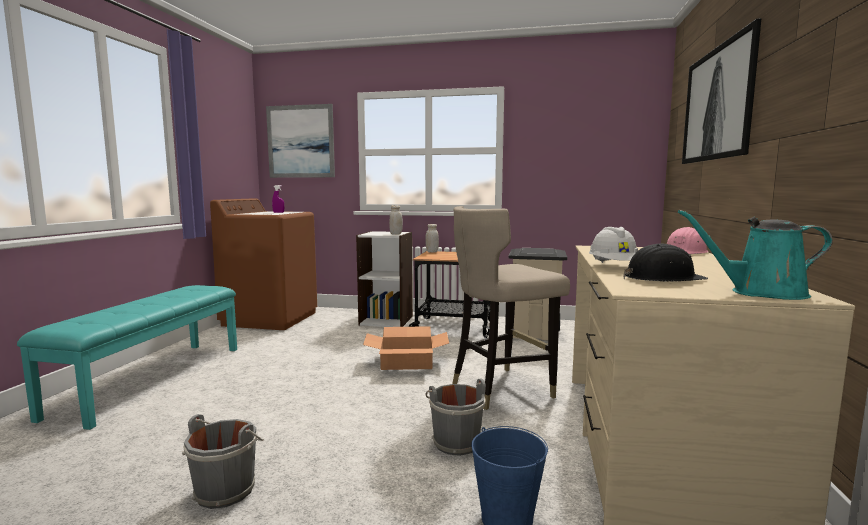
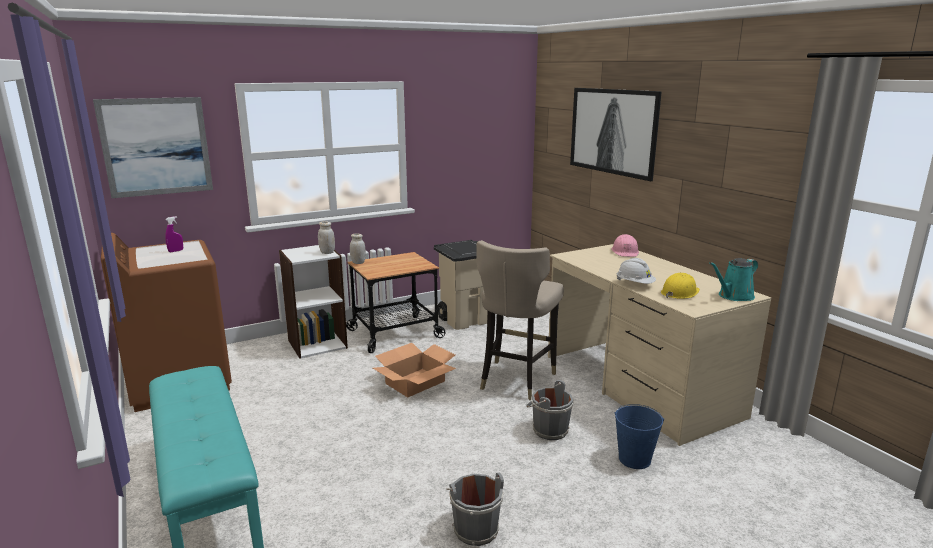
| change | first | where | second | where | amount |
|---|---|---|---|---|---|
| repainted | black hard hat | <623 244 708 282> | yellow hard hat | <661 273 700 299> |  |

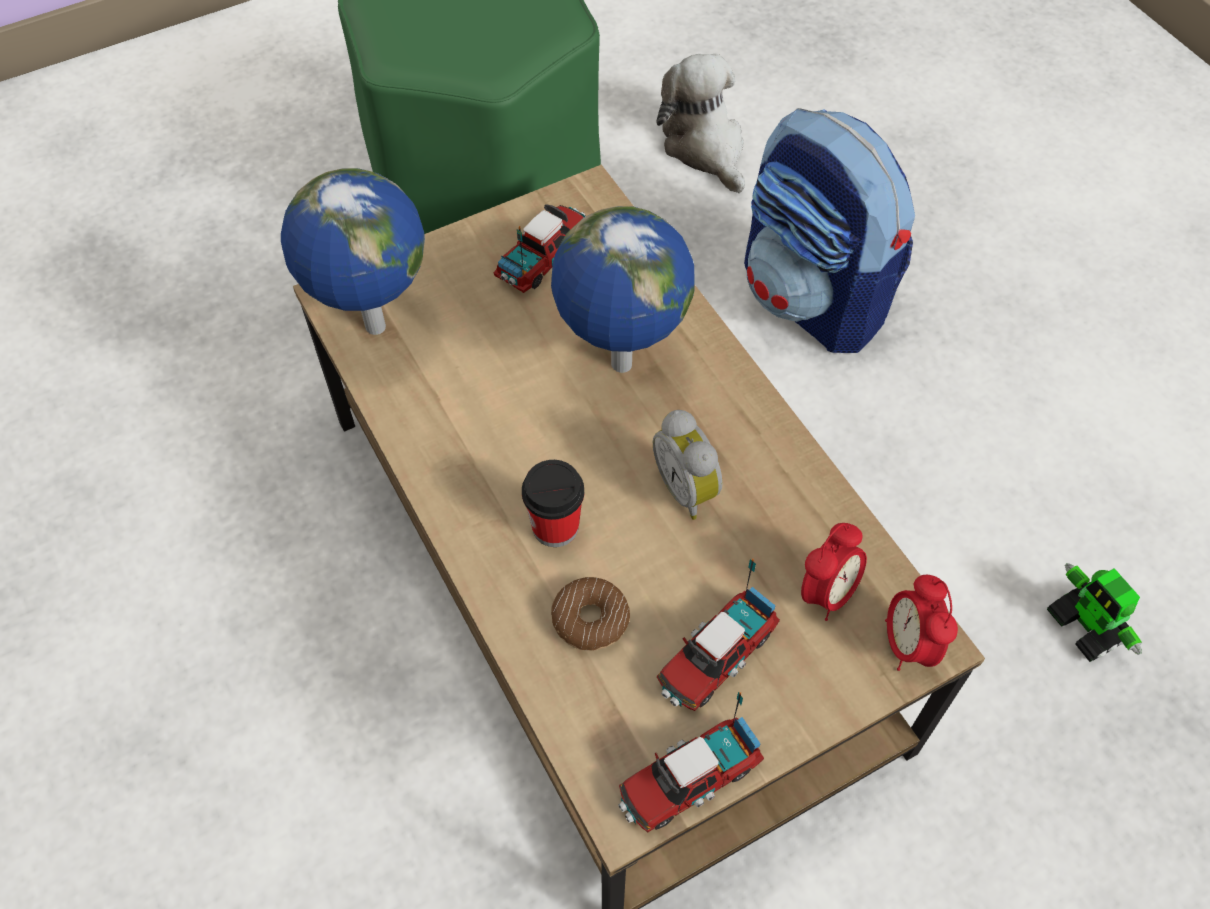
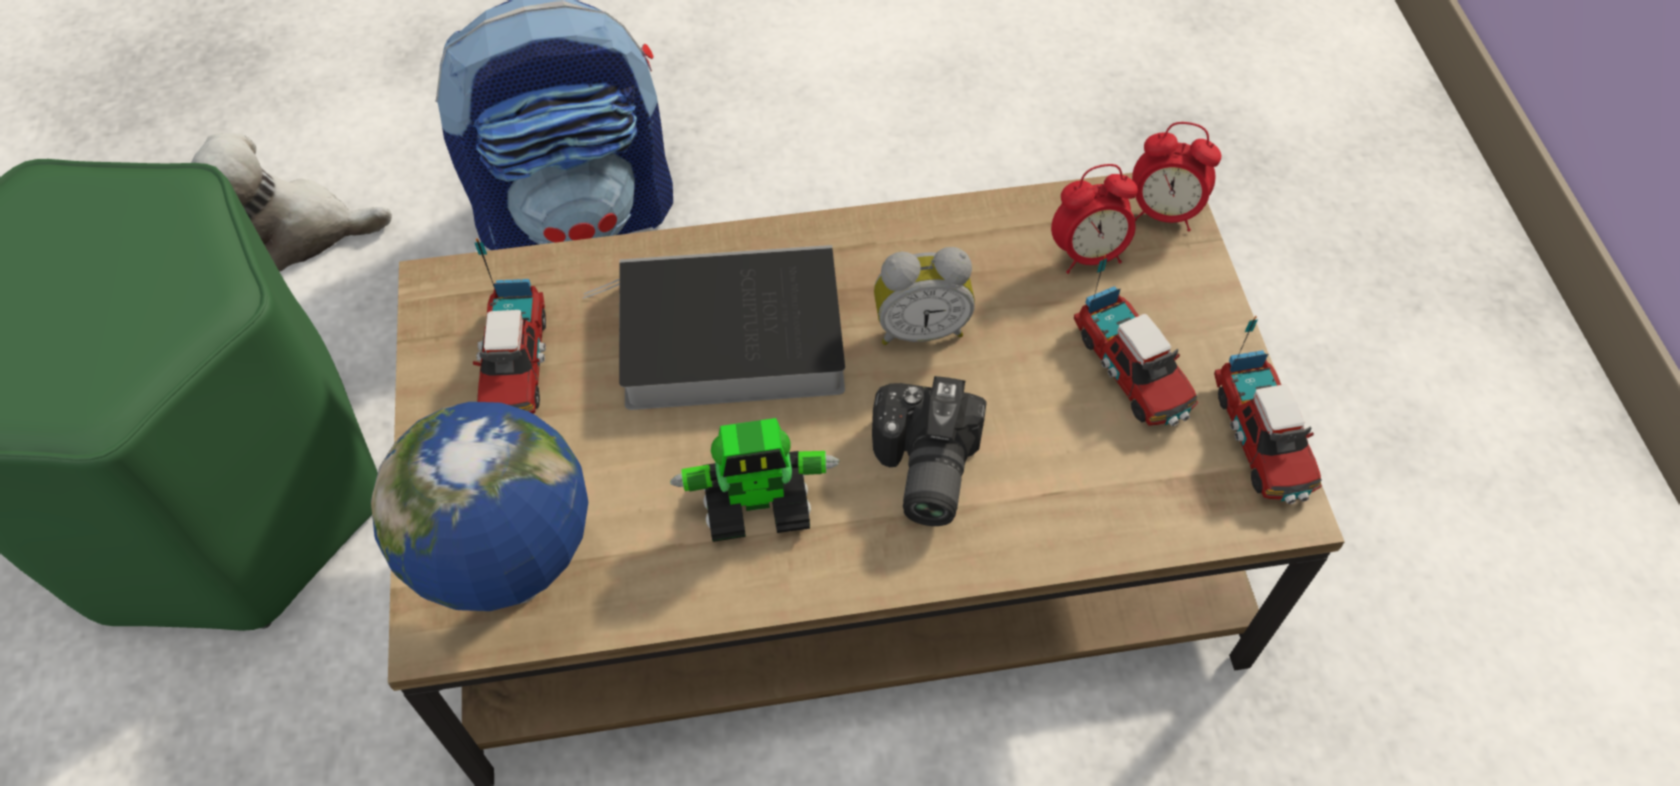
| change | first | where | second | where | amount |
|---|---|---|---|---|---|
| rotated | toy truck | <493 204 586 293> |  | <473 238 546 414> | 150 degrees counterclockwise |
| swapped | globe | <551 206 694 373> | book | <582 245 845 410> |  |
| swapped | cup | <522 460 585 547> | photo camera | <872 376 987 526> |  |
| rotated | alarm clock | <801 523 867 621> |  | <1051 164 1138 274> | 105 degrees clockwise |
| shifted | toy robot | <1047 563 1142 662> |  | <670 418 840 542> |  |
| gone | donut | <551 577 630 651> |  |  |  |

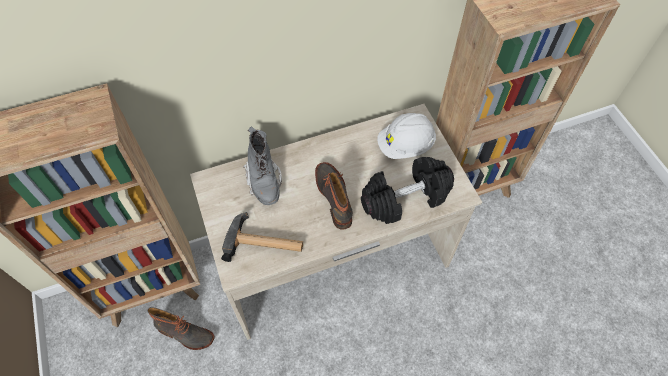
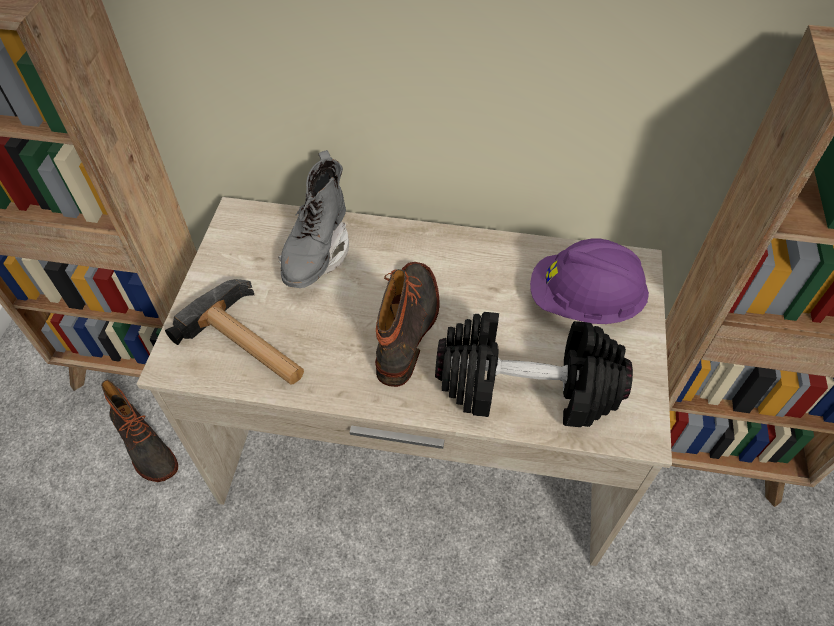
| change | first | where | second | where | amount |
|---|---|---|---|---|---|
| repainted | white hard hat | <377 113 436 159> | purple hard hat | <530 238 649 324> |  |

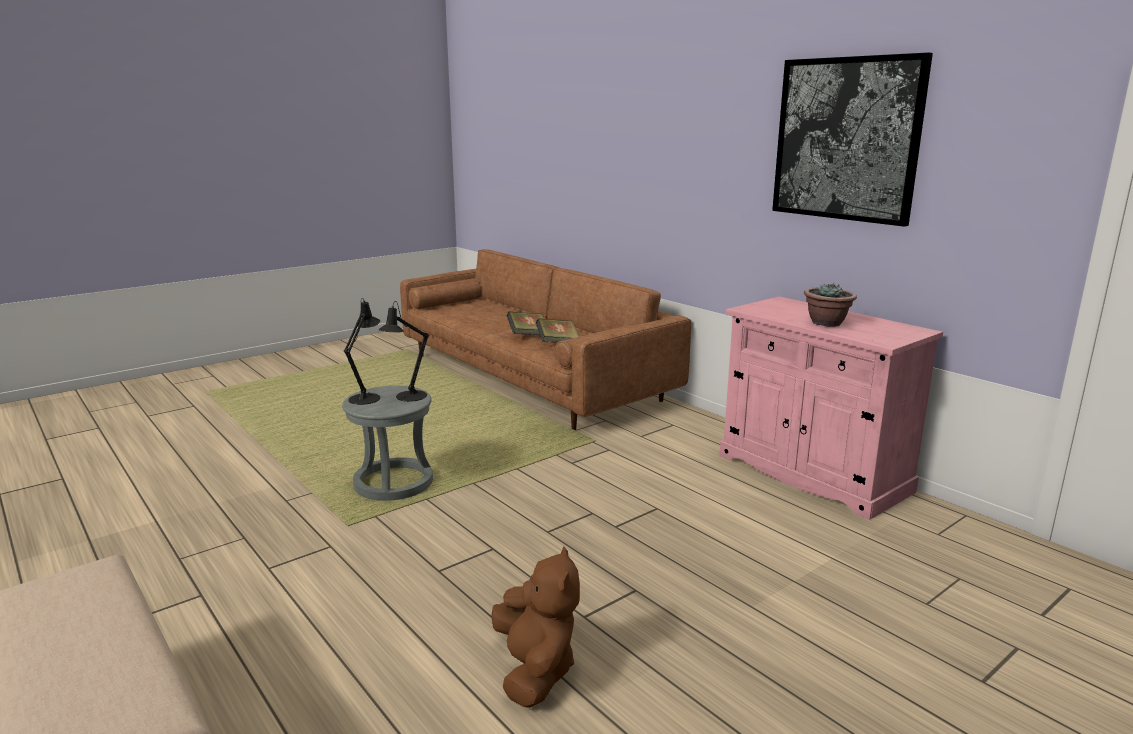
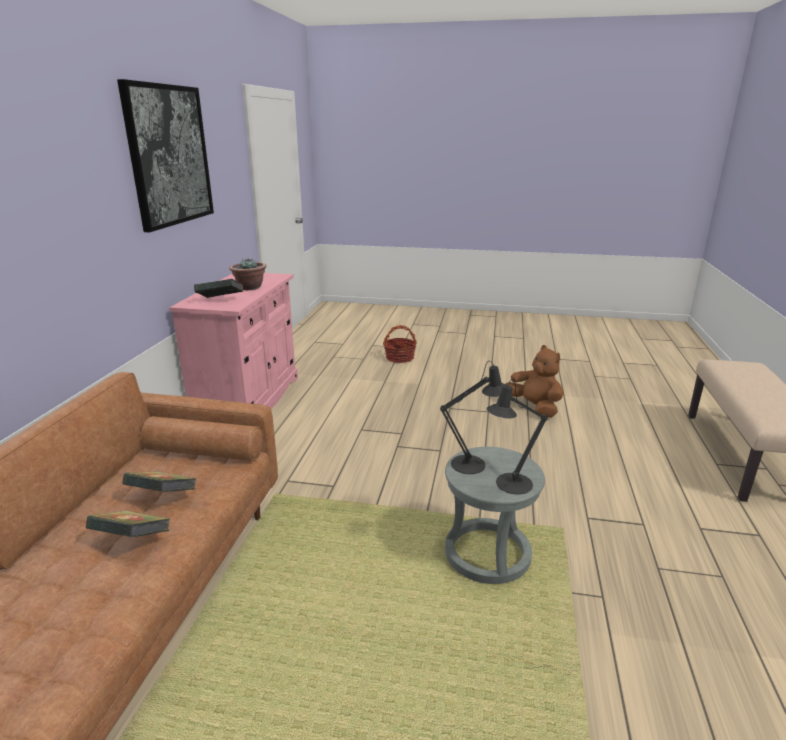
| change | first | where | second | where | amount |
|---|---|---|---|---|---|
| rotated | brown plush toy | <491 546 580 708> |  | <505 345 564 418> | 105 degrees clockwise |
| new |  |  | book | <194 279 243 298> |  |
| new |  |  | basket | <383 325 417 363> |  |

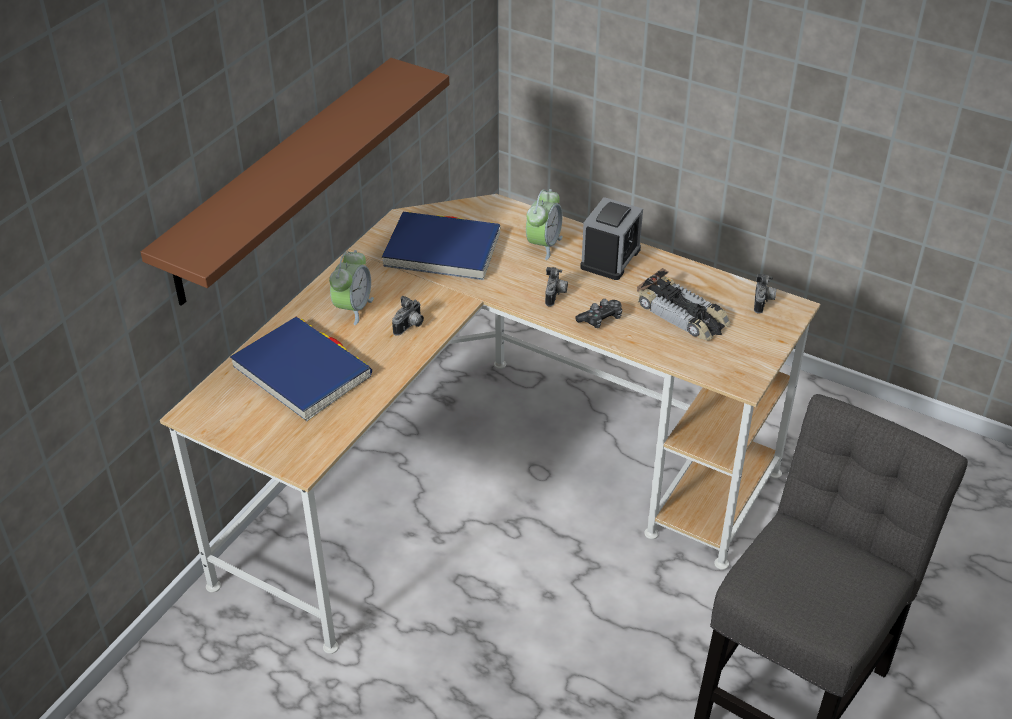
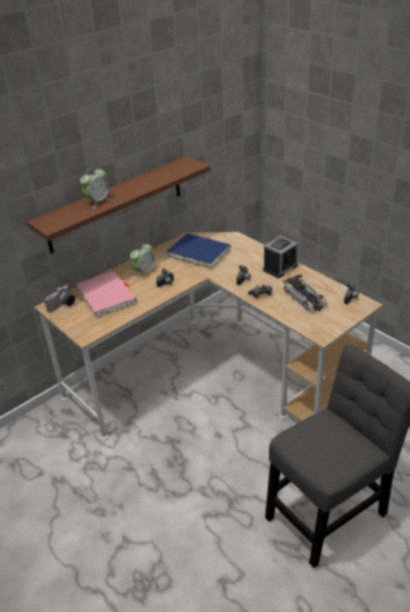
| change | first | where | second | where | amount |
|---|---|---|---|---|---|
| shifted | alarm clock | <526 189 563 260> |  | <80 167 111 209> |  |
| repainted | blue book | <230 317 372 421> | pink book | <76 272 137 318> |  |
| new |  |  | photo camera | <45 285 75 313> |  |

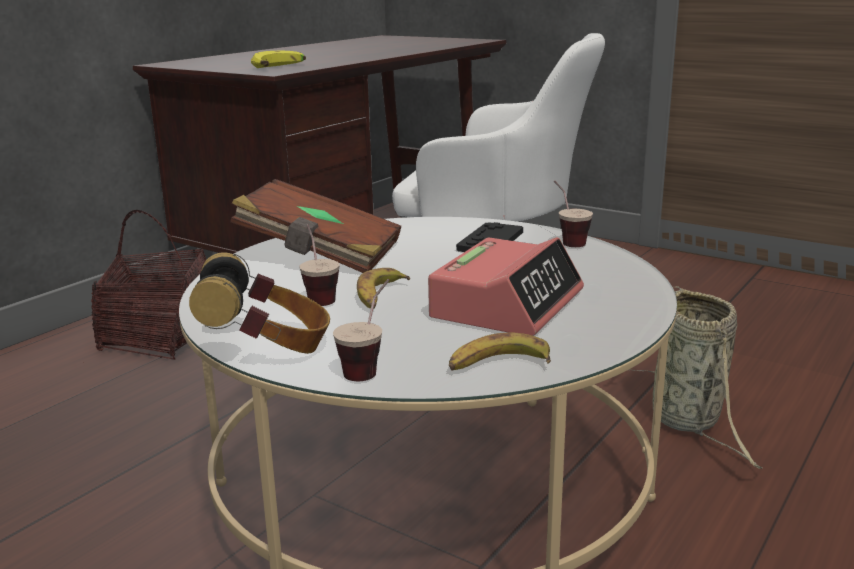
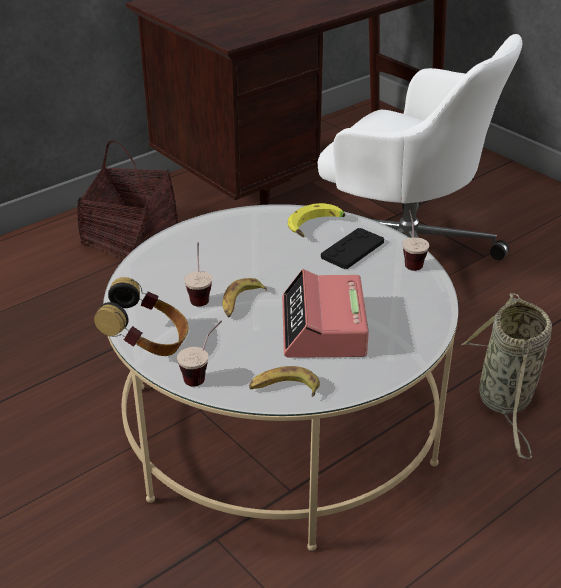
| change | first | where | second | where | amount |
|---|---|---|---|---|---|
| shifted | banana | <251 51 306 68> |  | <288 203 345 237> |  |
| gone | brown book | <230 179 401 273> |  |  |  |
| rotated | alarm clock | <428 237 584 336> |  | <282 269 369 358> | 135 degrees clockwise |

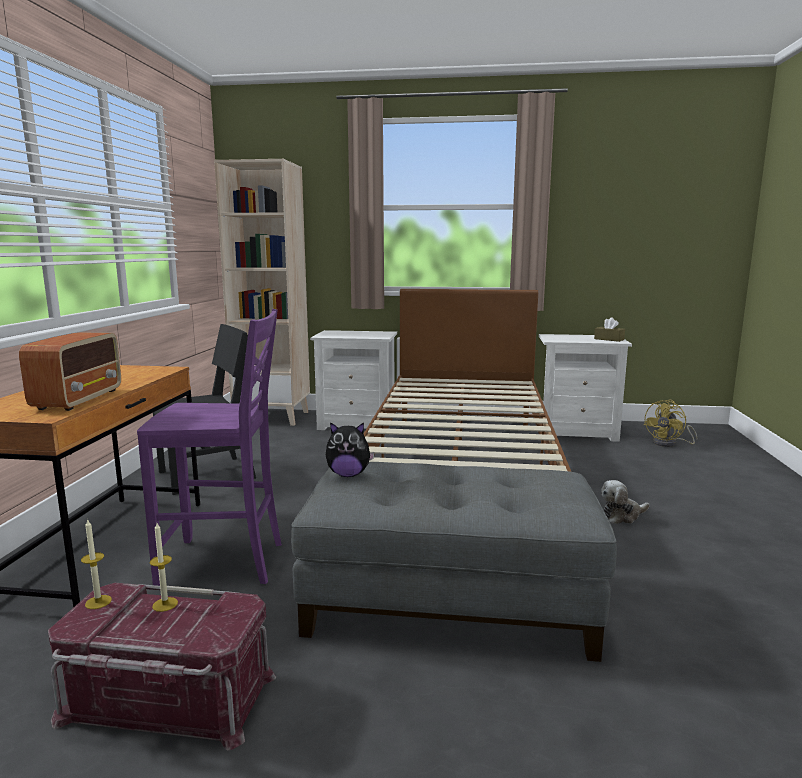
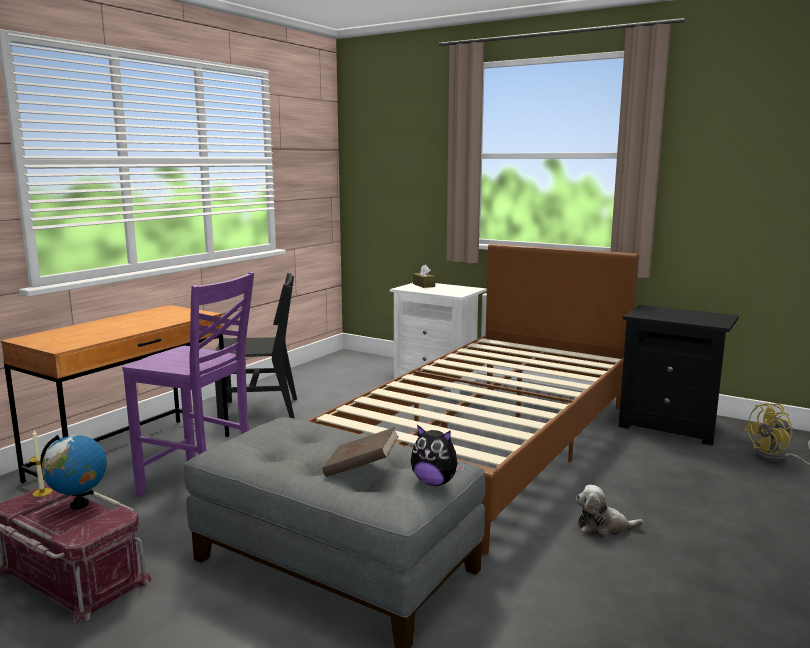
| change | first | where | second | where | amount |
|---|---|---|---|---|---|
| gone | beige bookcase | <214 159 310 426> |  |  |  |
| shifted | brown tissue box | <594 317 625 342> |  | <413 265 435 288> |  |
| gone | radio | <19 332 121 411> |  |  |  |
| repainted | white nightstand | <539 334 632 442> | black nightstand | <619 305 739 446> |  |
| shifted | plush toy | <326 422 375 477> |  | <411 425 465 486> |  |
| swapped | candle | <150 523 178 612> | globe | <40 435 107 509> |  |
| new |  |  | brown book | <322 427 399 477> |  |

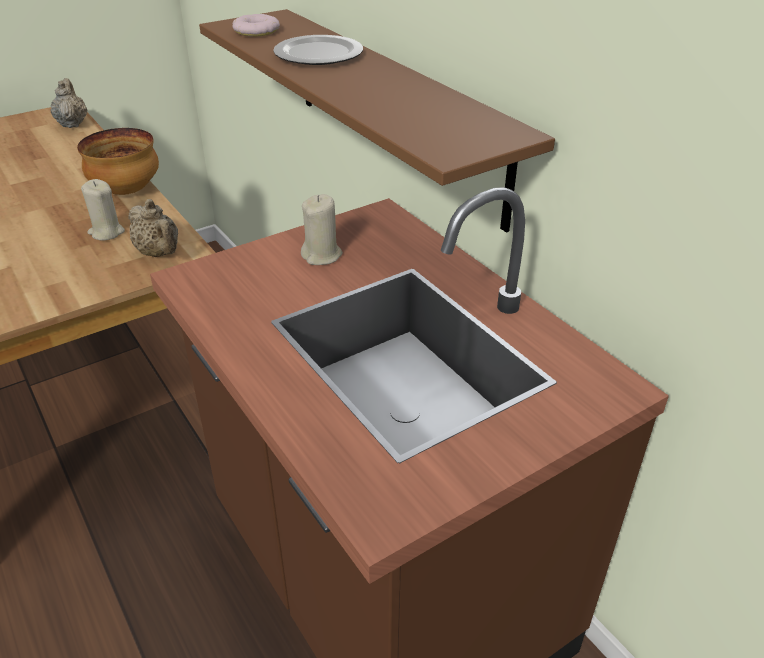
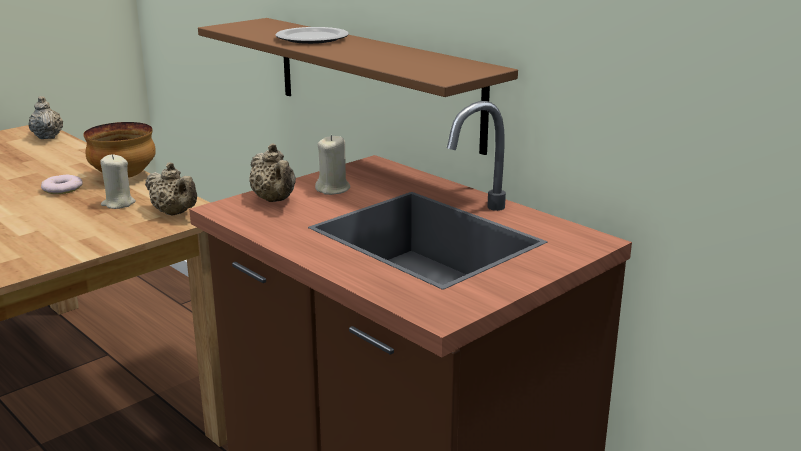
| change | first | where | second | where | amount |
|---|---|---|---|---|---|
| shifted | donut | <233 14 280 37> |  | <41 175 83 194> |  |
| new |  |  | beige teapot | <249 144 296 202> |  |

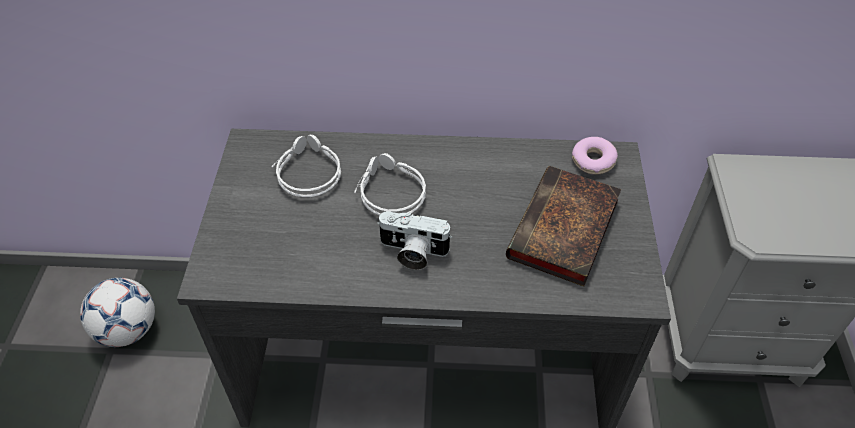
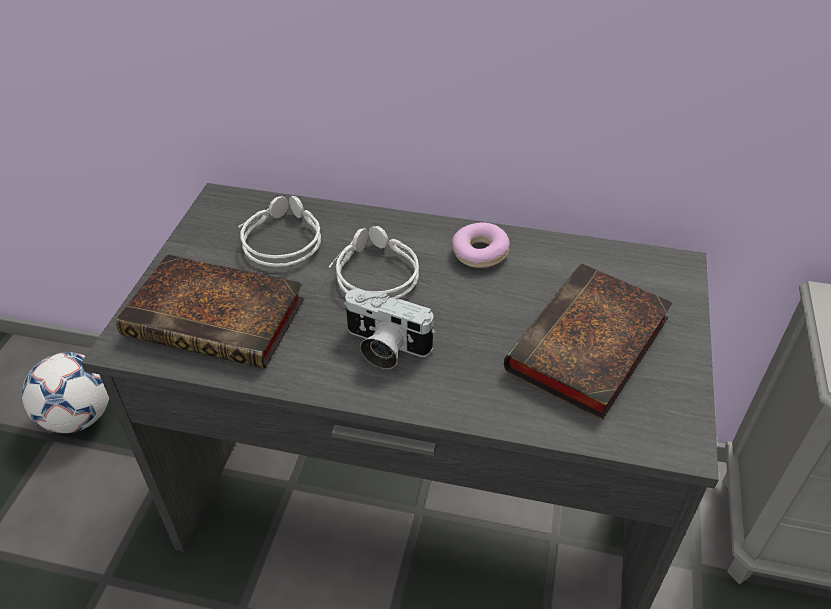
| change | first | where | second | where | amount |
|---|---|---|---|---|---|
| shifted | donut | <572 137 618 175> |  | <452 222 510 268> |  |
| new |  |  | book | <116 254 304 369> |  |

